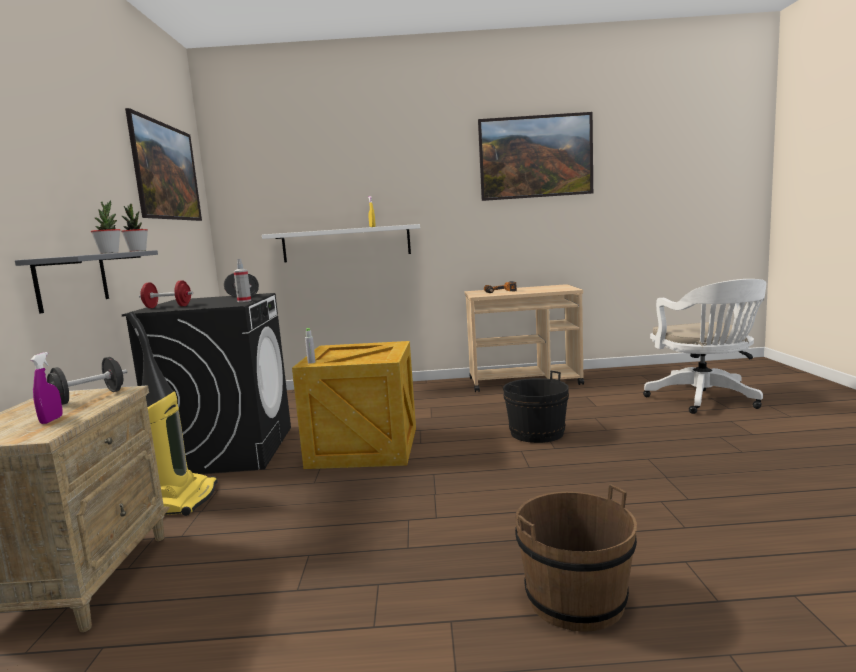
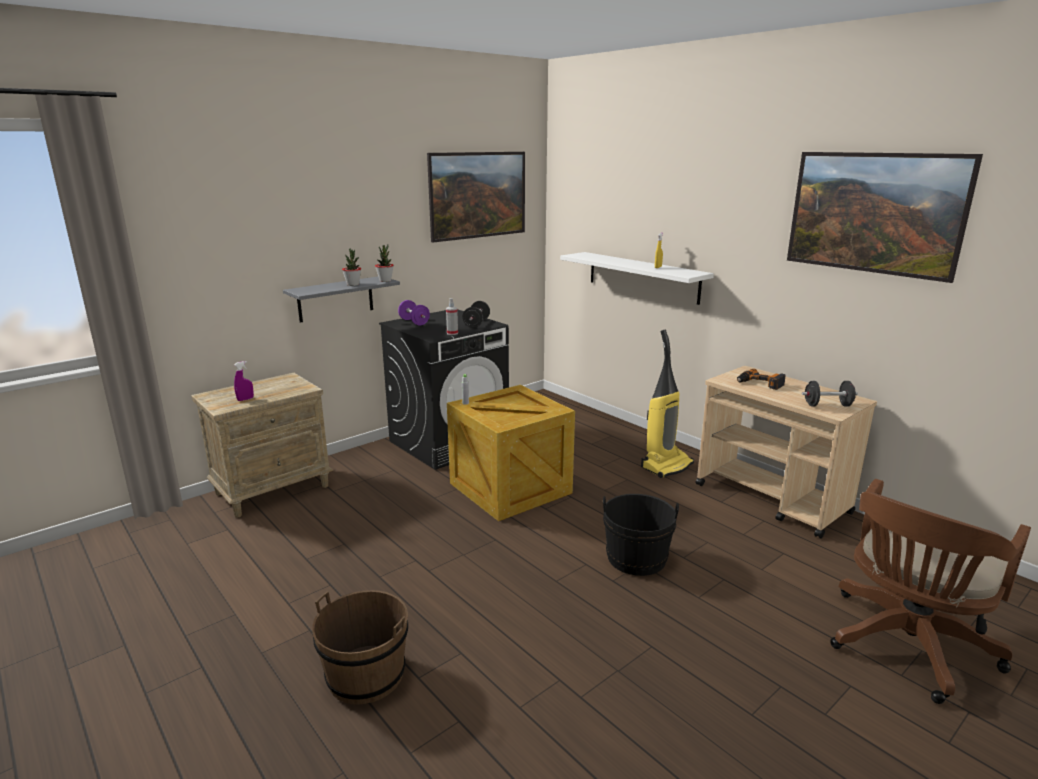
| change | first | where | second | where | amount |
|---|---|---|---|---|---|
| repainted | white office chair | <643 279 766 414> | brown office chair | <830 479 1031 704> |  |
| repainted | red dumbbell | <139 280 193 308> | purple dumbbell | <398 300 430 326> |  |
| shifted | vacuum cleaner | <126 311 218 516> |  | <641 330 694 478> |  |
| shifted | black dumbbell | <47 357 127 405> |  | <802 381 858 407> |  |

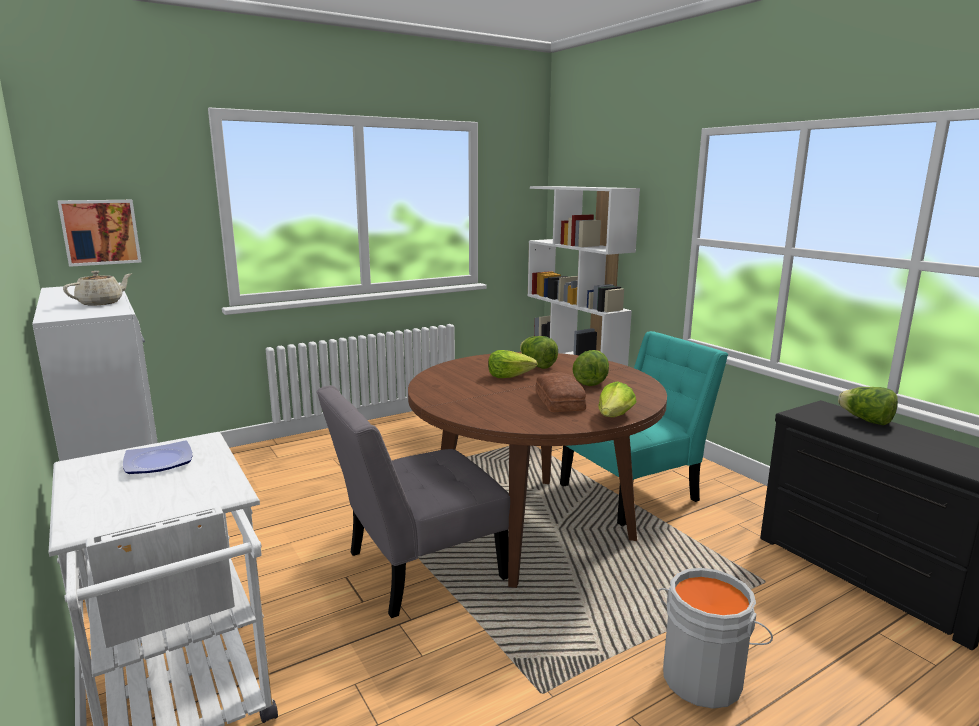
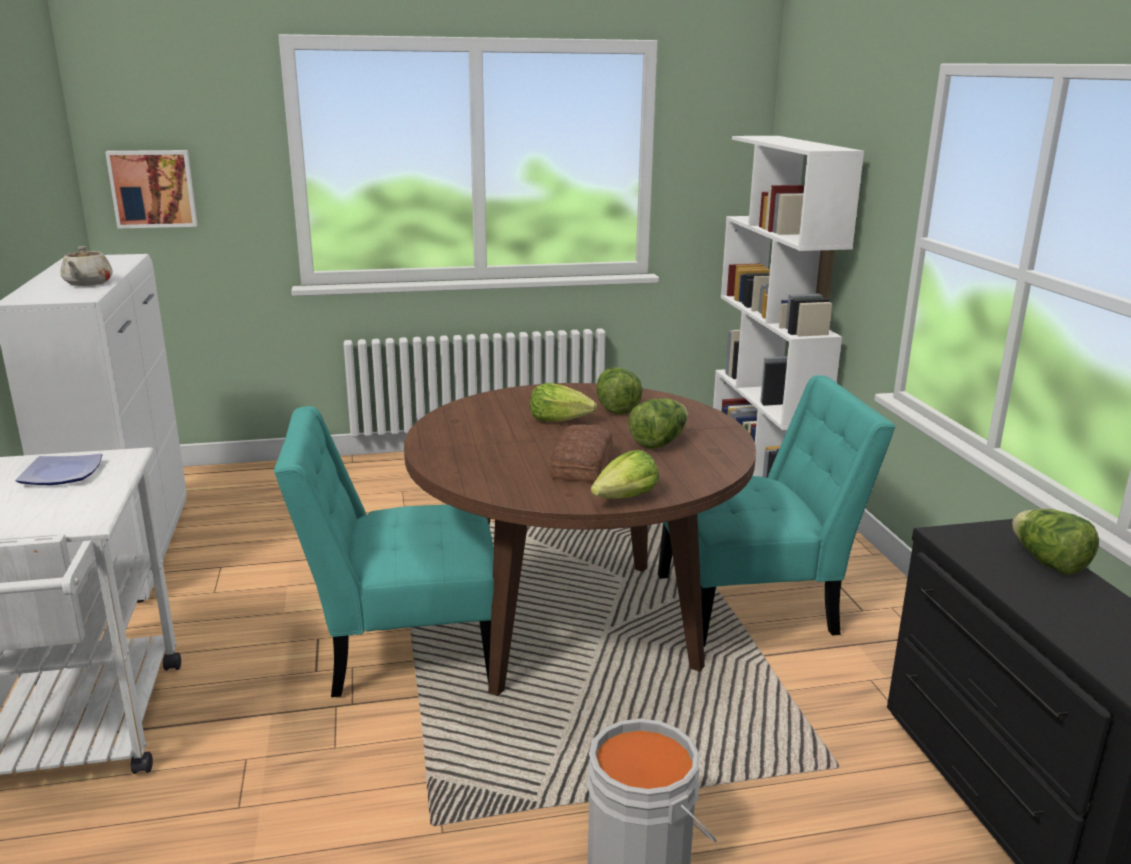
| change | first | where | second | where | amount |
|---|---|---|---|---|---|
| rotated | beige teapot | <63 271 131 306> |  | <60 246 113 286> | 120 degrees clockwise |
| repainted | grey chair | <317 385 510 618> | turquoise chair | <274 406 494 697> |  |

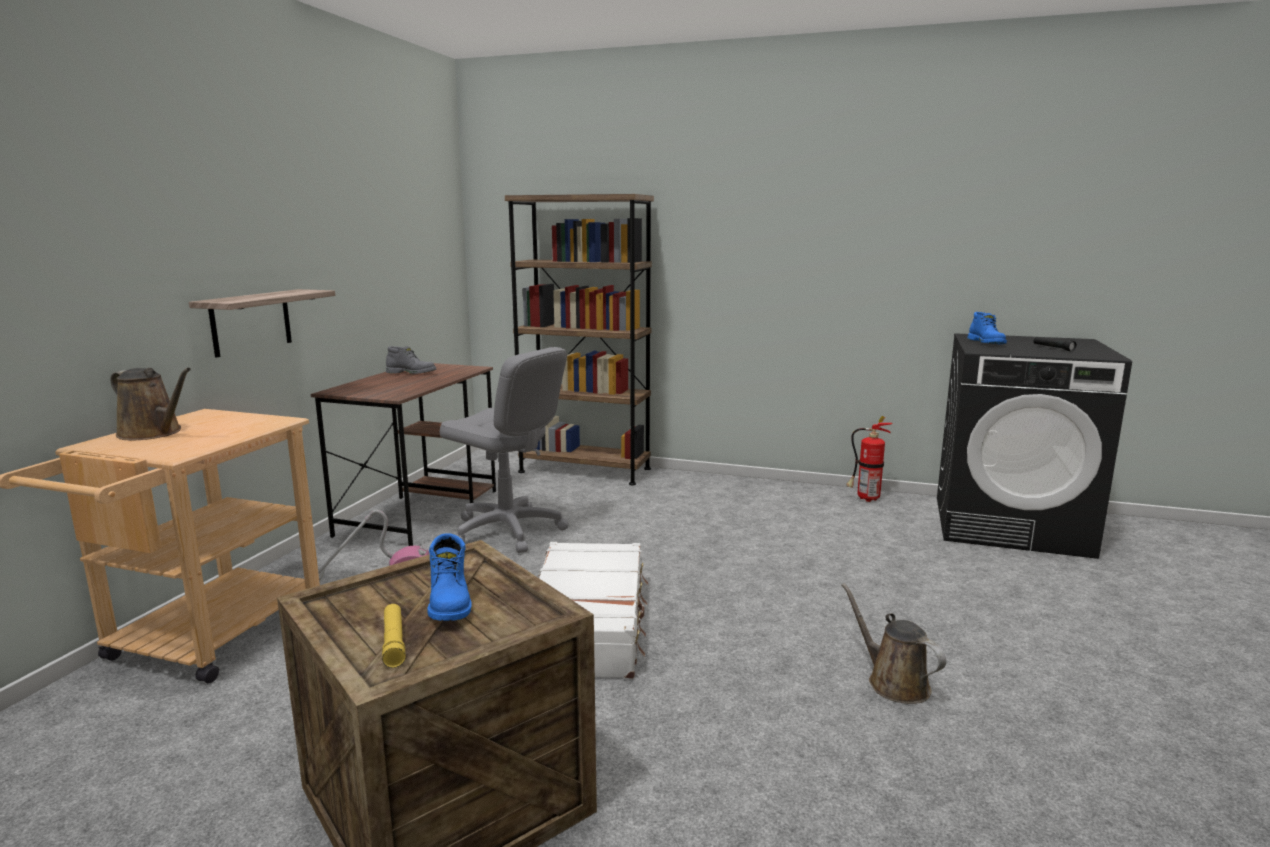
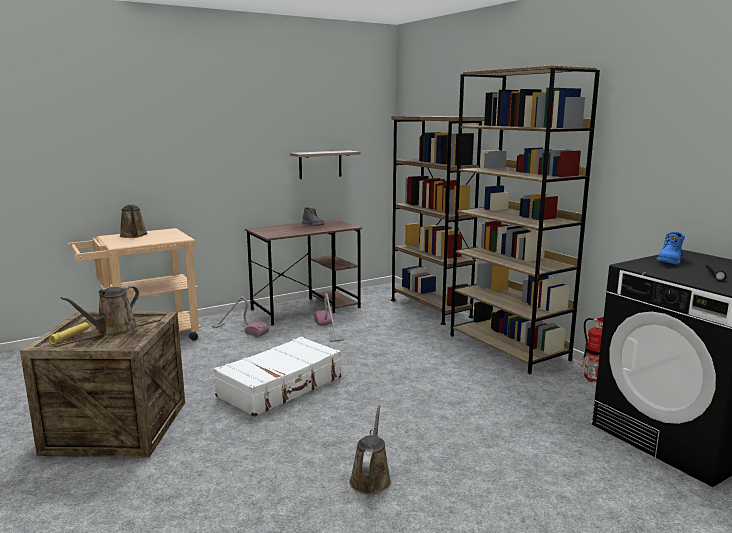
| change | first | where | second | where | amount |
|---|---|---|---|---|---|
| shifted | shelf | <189 289 335 358> |  | <290 150 360 179> |  |
| swapped | grey office chair | <440 347 568 553> | vacuum cleaner | <314 294 344 342> |  |
| swapped | blue boot | <427 533 471 621> | brown watering can | <61 286 139 336> |  |
| new |  |  | brown bookcase | <450 65 600 374> |  |

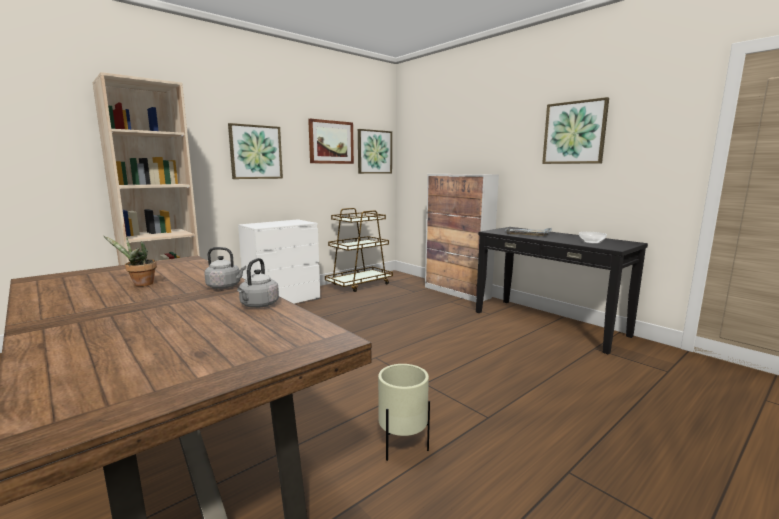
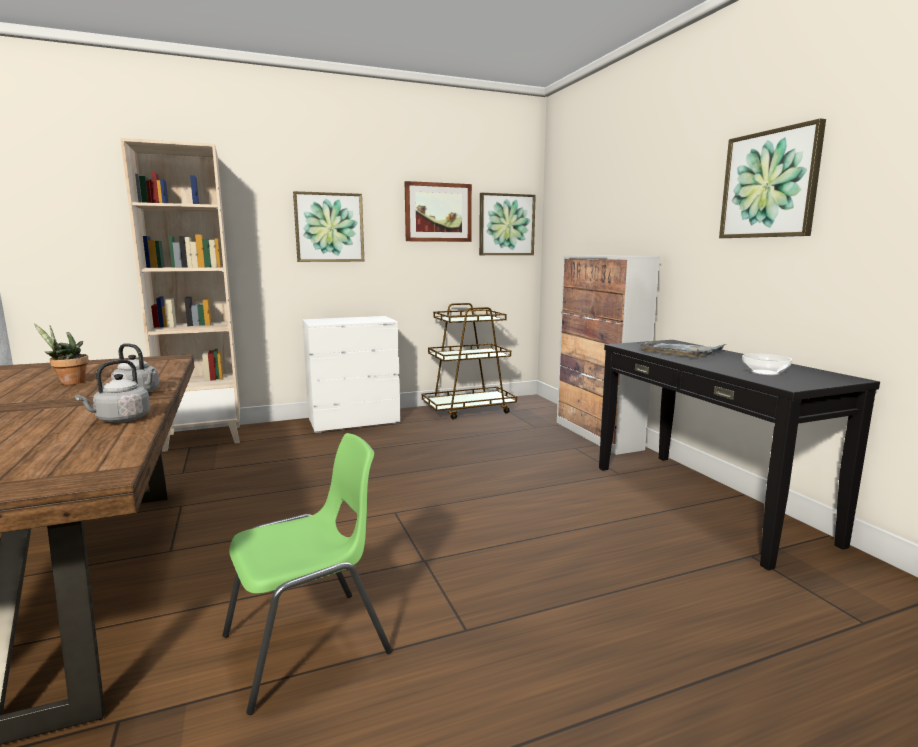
| change | first | where | second | where | amount |
|---|---|---|---|---|---|
| swapped | beige planter | <378 364 430 461> | green chair | <222 433 392 715> |  |

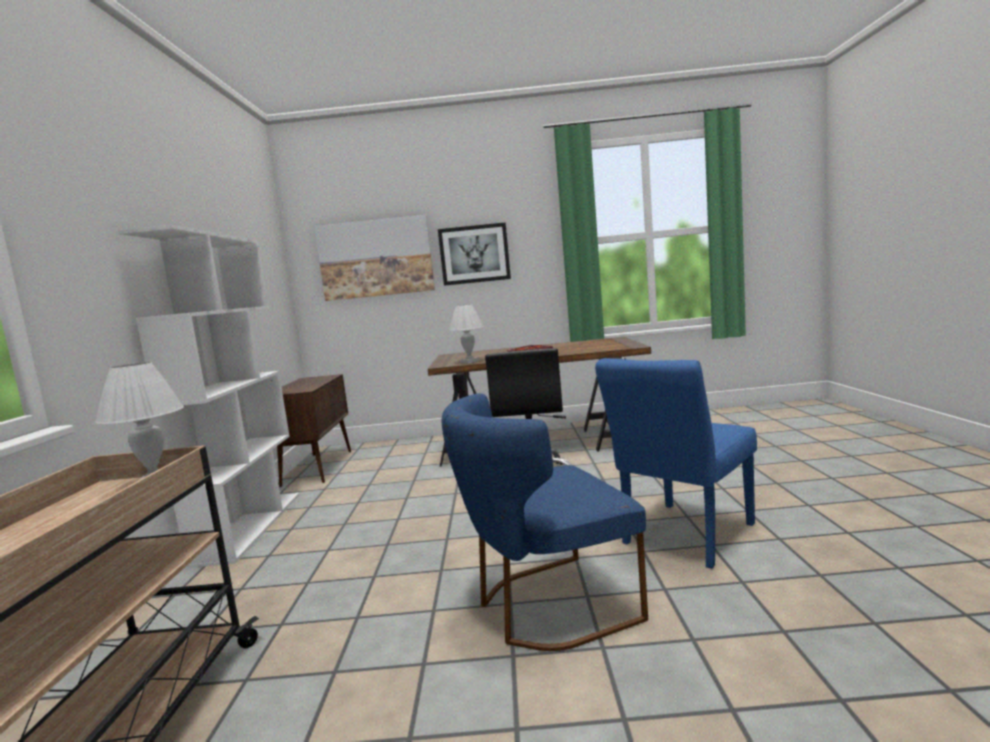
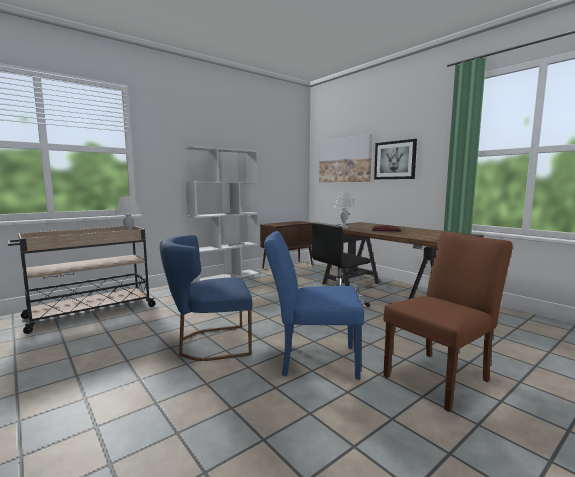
| change | first | where | second | where | amount |
|---|---|---|---|---|---|
| rotated | blue chair | <442 393 648 651> |  | <160 235 252 361> | 45 degrees counterclockwise |
| new |  |  | brown chair | <383 233 513 412> |  |

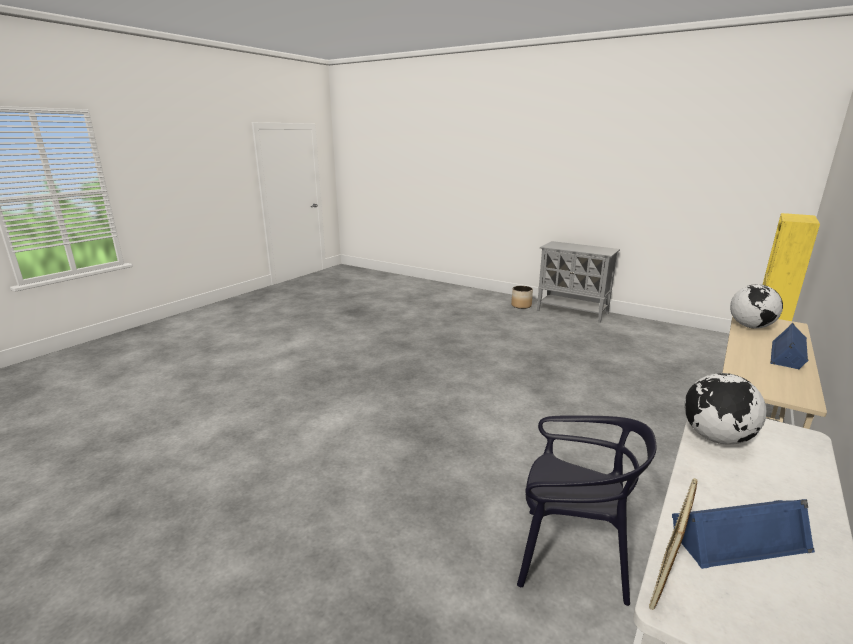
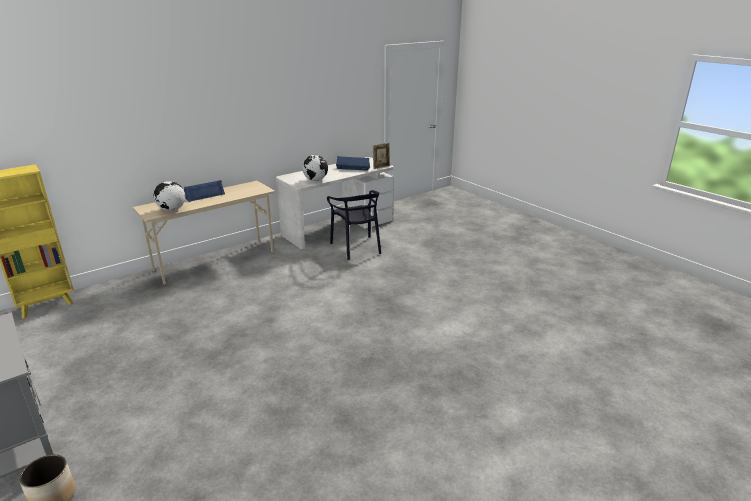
| change | first | where | second | where | amount |
|---|---|---|---|---|---|
| rotated | black chair | <517 415 657 606> |  | <327 190 381 260> | 150 degrees counterclockwise |

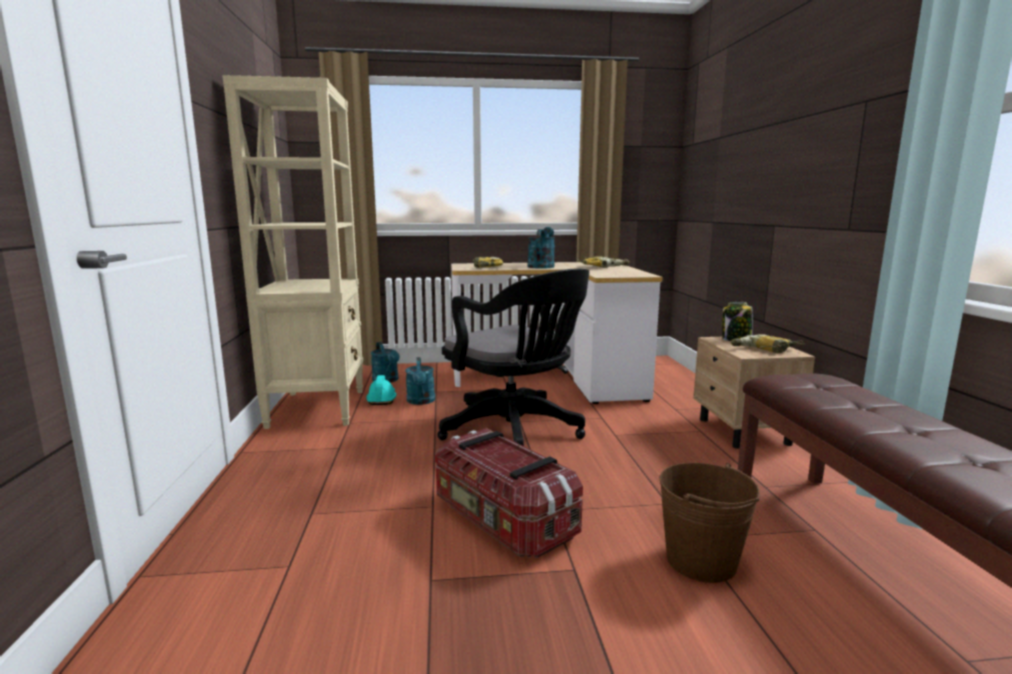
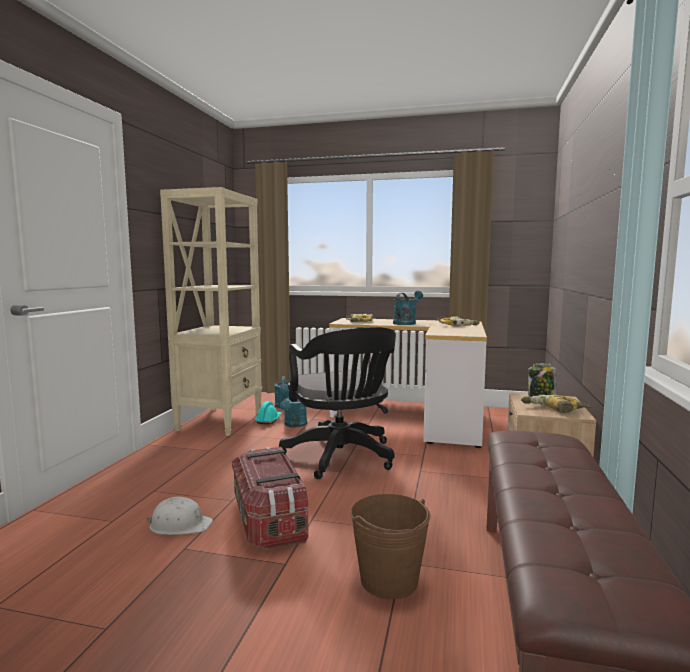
| change | first | where | second | where | amount |
|---|---|---|---|---|---|
| new |  |  | white hard hat | <146 497 213 535> |  |

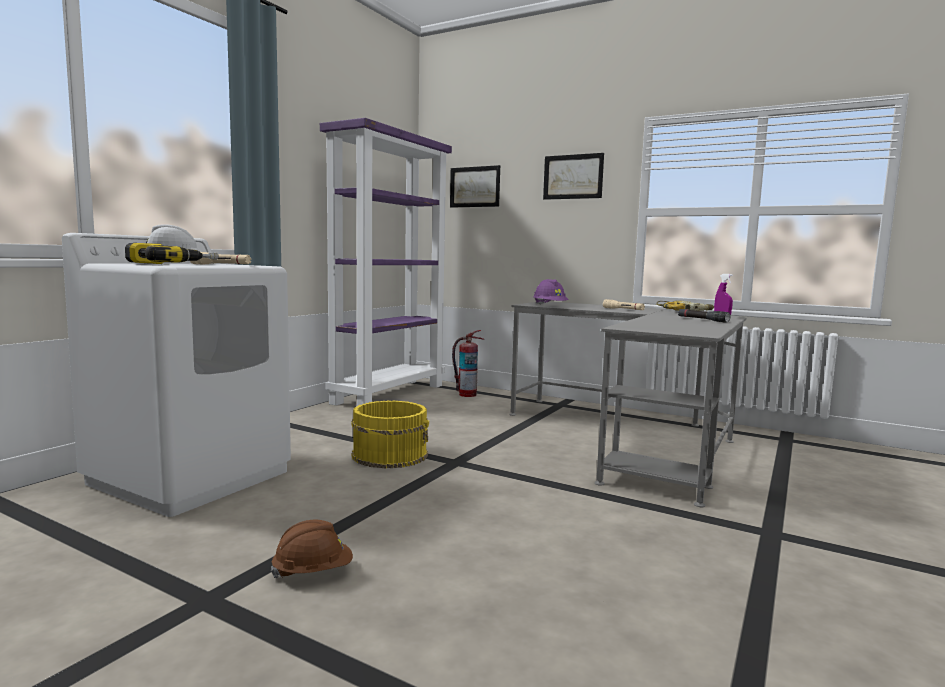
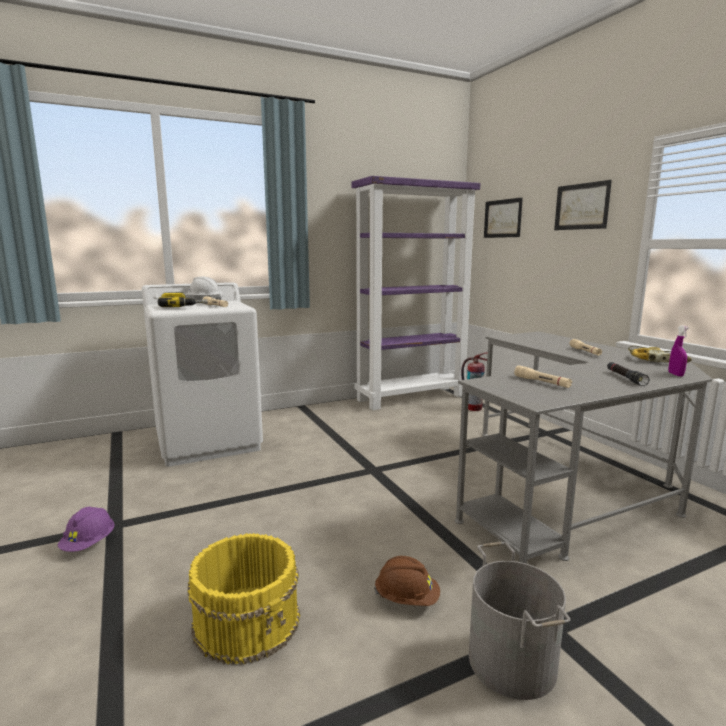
| change | first | where | second | where | amount |
|---|---|---|---|---|---|
| shifted | purple hard hat | <534 279 569 305> |  | <58 507 115 552> |  |
| shifted | yellow bucket | <351 401 429 469> |  | <188 533 300 665> |  |
| shifted | brown hard hat | <271 520 353 578> |  | <374 556 440 606> |  |
| new |  |  | beige flashlight | <514 366 572 388> |  |
| new |  |  | grey bucket | <469 542 570 700> |  |

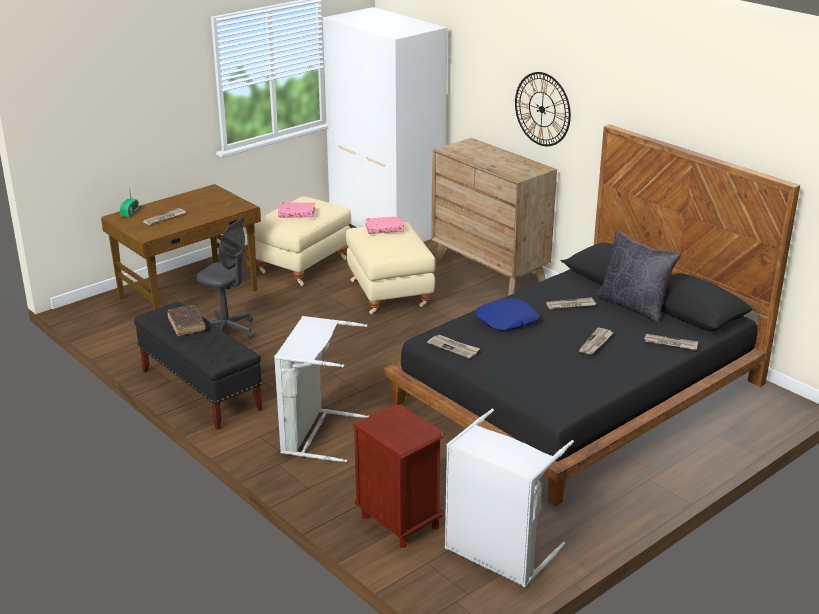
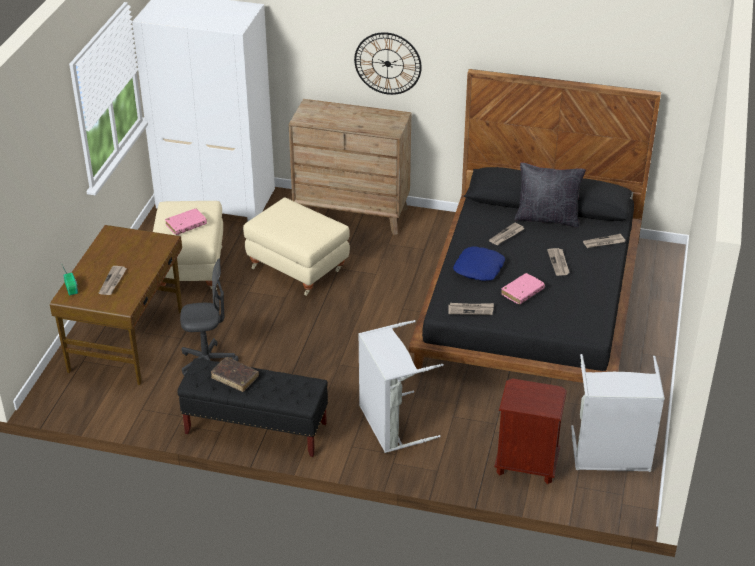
| change | first | where | second | where | amount |
|---|---|---|---|---|---|
| shifted | pink book | <365 216 404 234> |  | <501 273 545 304> |  |

